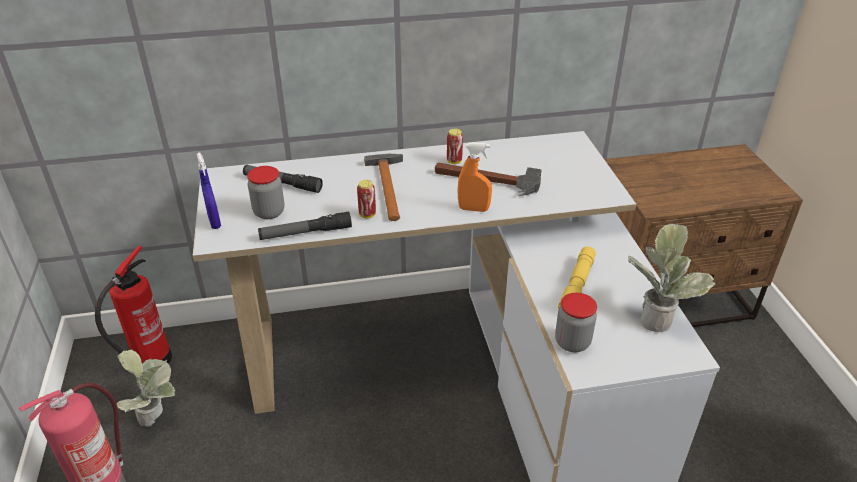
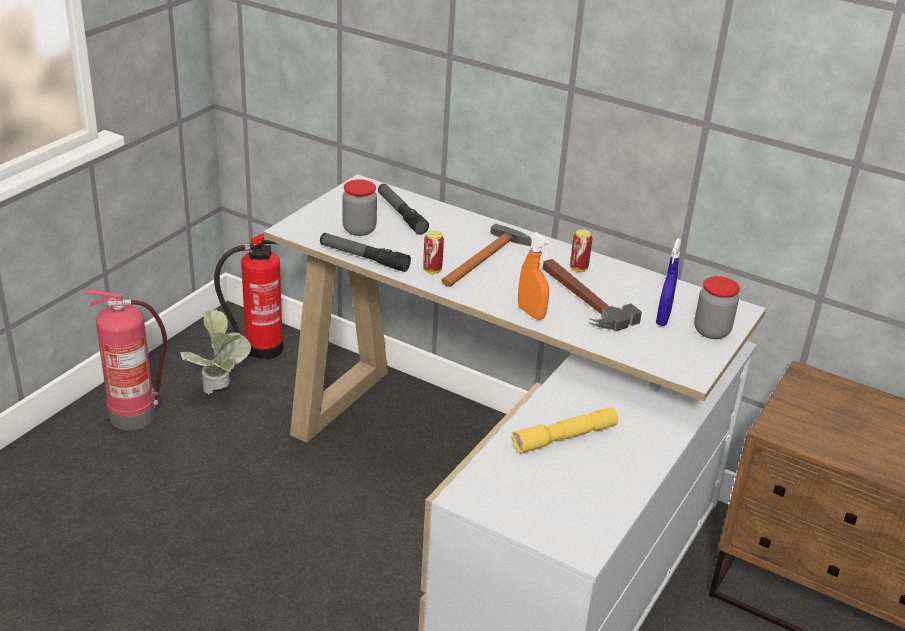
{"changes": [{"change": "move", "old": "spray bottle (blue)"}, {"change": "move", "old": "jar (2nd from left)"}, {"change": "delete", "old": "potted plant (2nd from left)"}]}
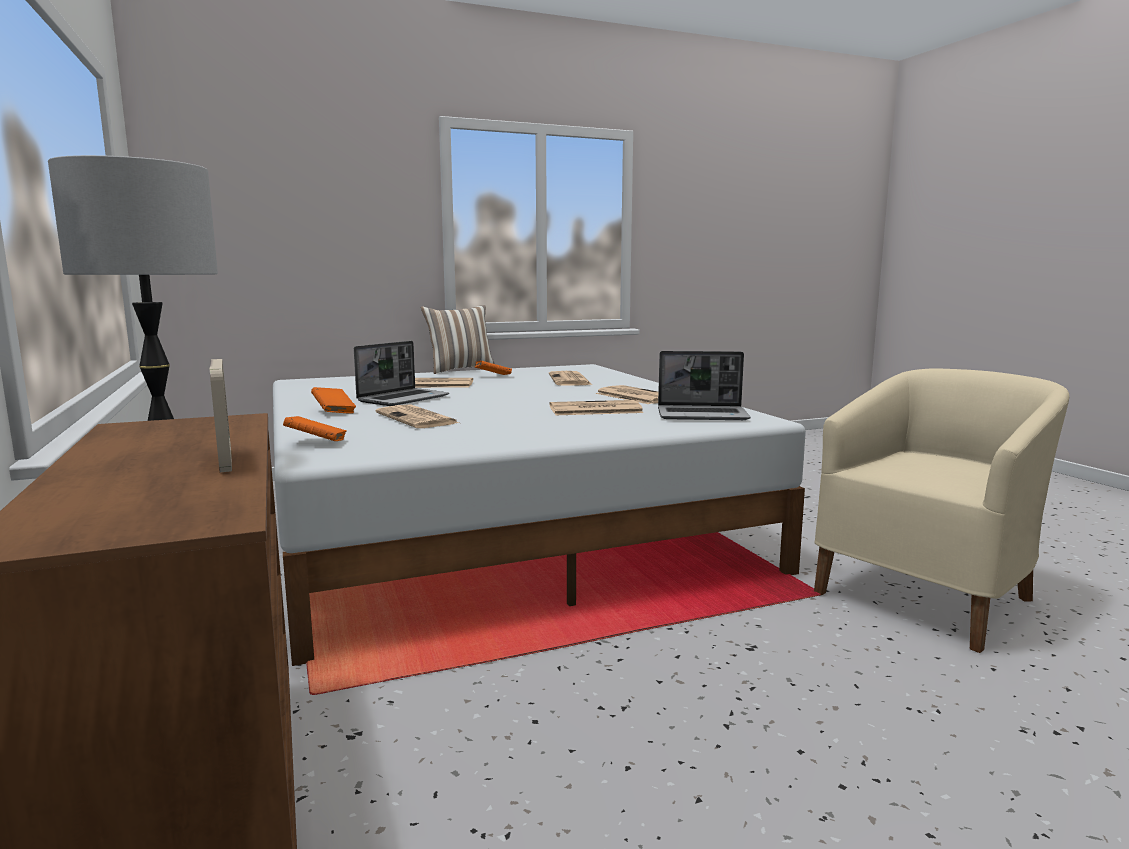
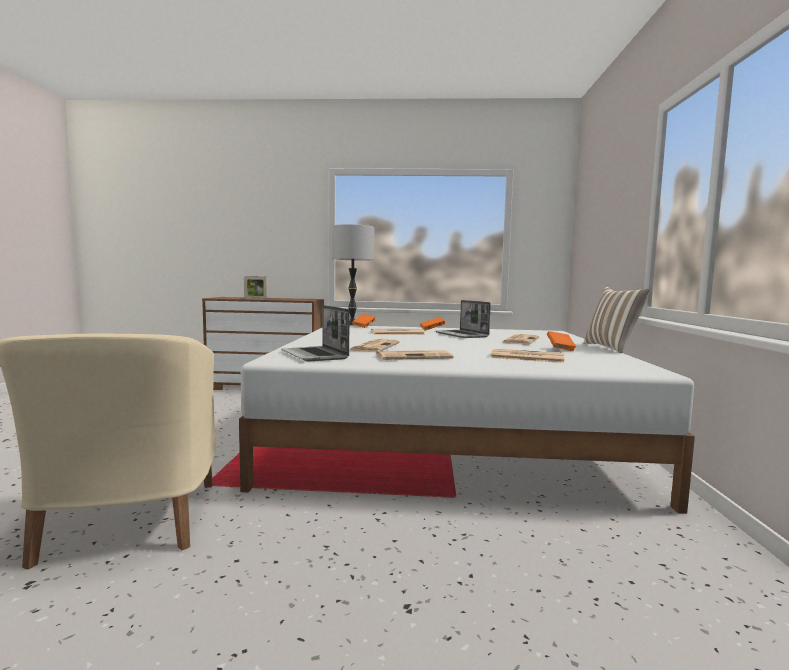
{"changes": [{"change": "rotate", "old": "laptop (2nd from left in the first image)", "degrees": -60}]}
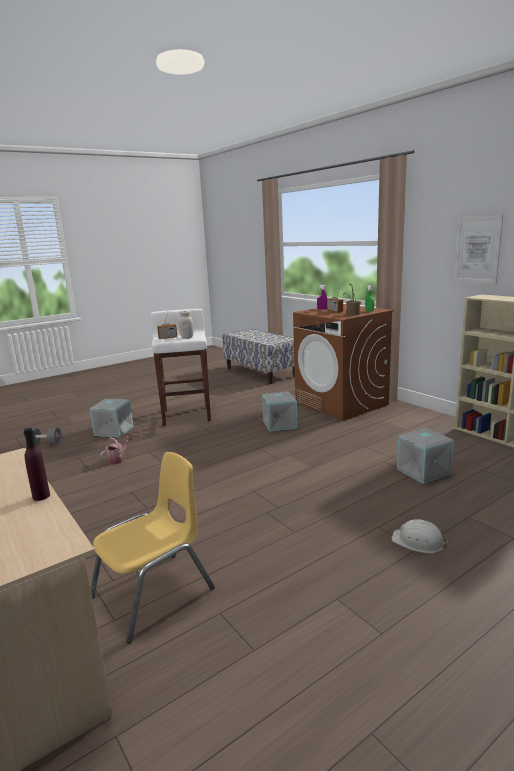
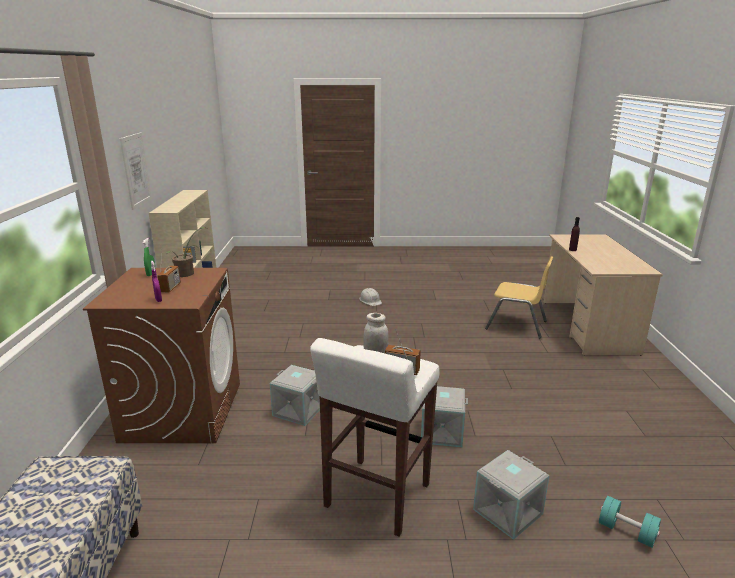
{"changes": [{"change": "recolor", "old": "dumbbell (grey)", "new": "dumbbell (turquoise)"}, {"change": "rotate", "old": "chair (yellow)", "degrees": -150}, {"change": "delete", "old": "watering can"}, {"change": "move", "old": "storage box (grey) (3rd from left in the first image)", "new": "storage box (grey) (2nd from left)"}]}
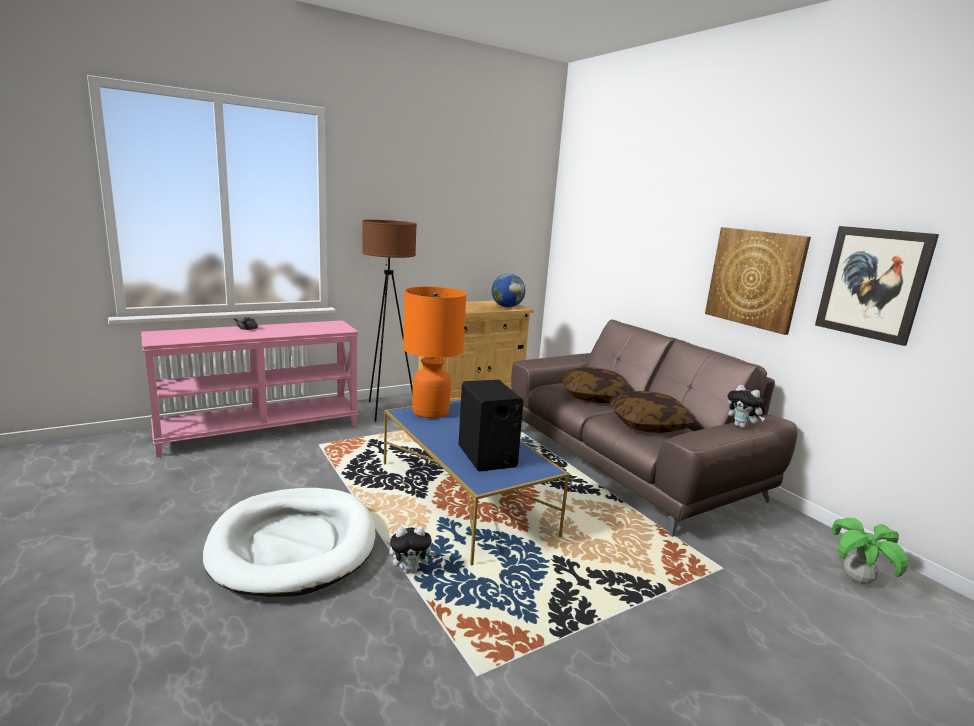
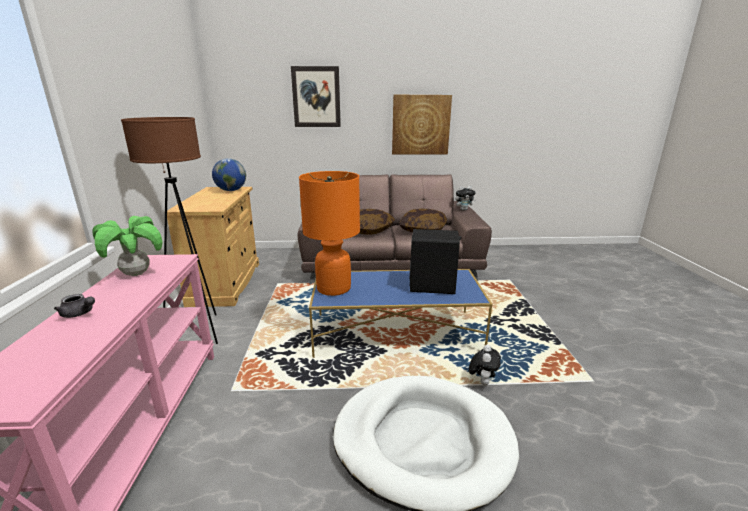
{"changes": [{"change": "move", "old": "picture (2nd from left in the first image)", "new": "picture (1st from left)"}, {"change": "move", "old": "potted plant"}]}
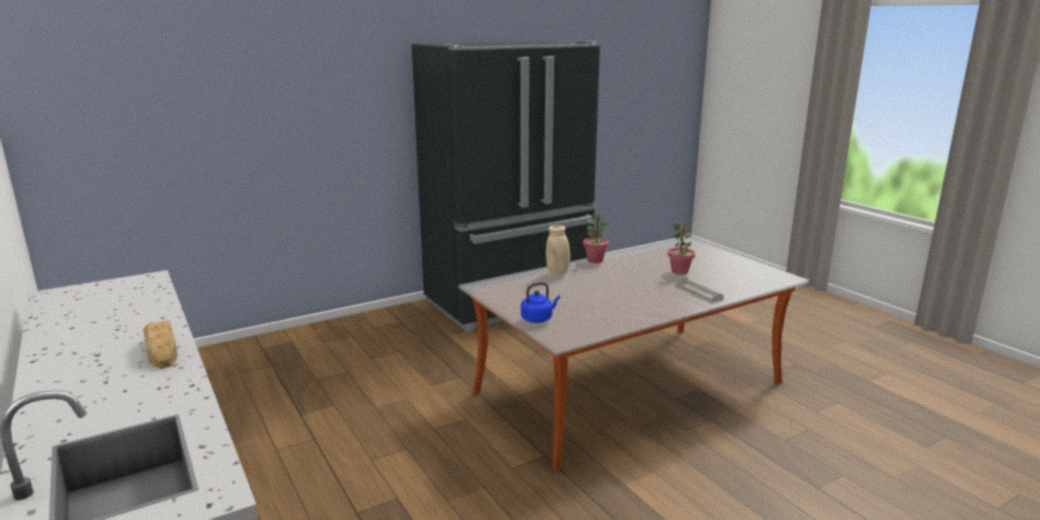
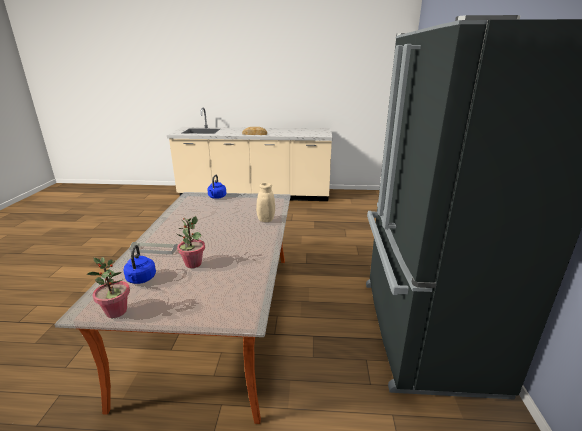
{"changes": [{"change": "move", "old": "potted plant (1st from left)"}, {"change": "insert", "new": "kettle (blue) (1st from left)"}]}
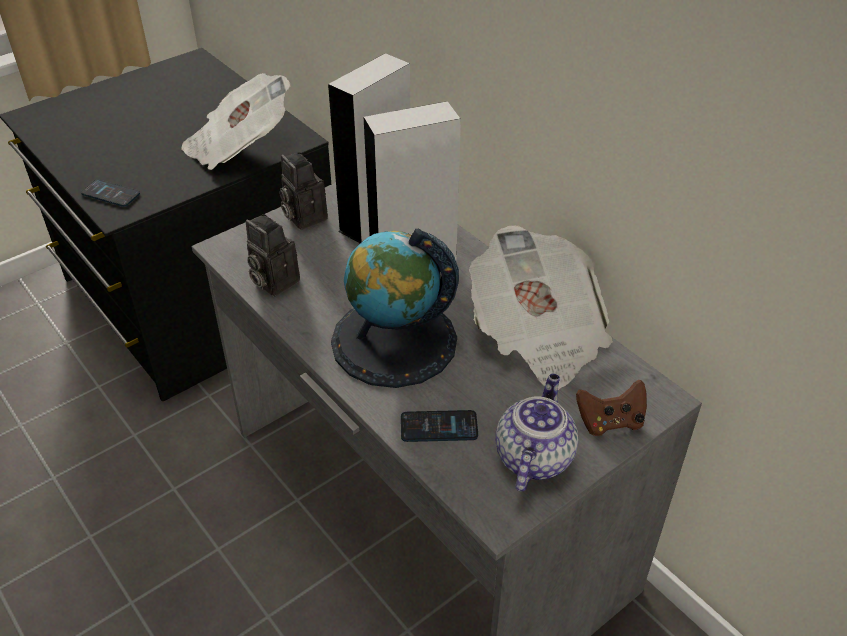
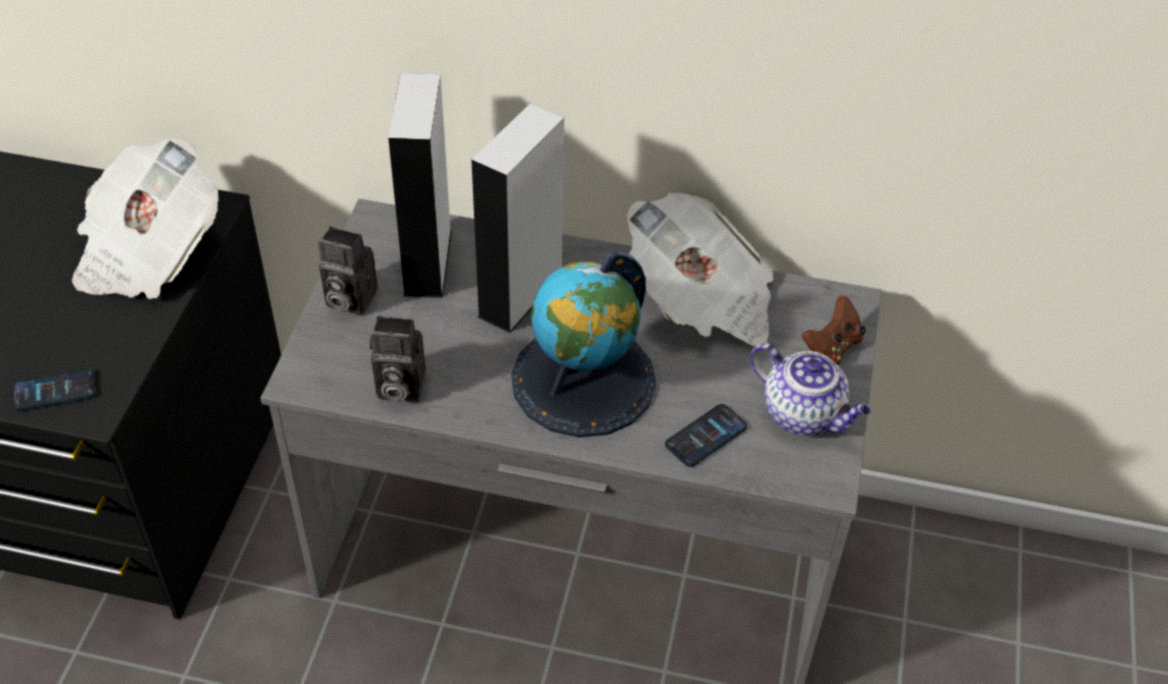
{"changes": [{"change": "rotate", "old": "teapot", "degrees": 150}]}
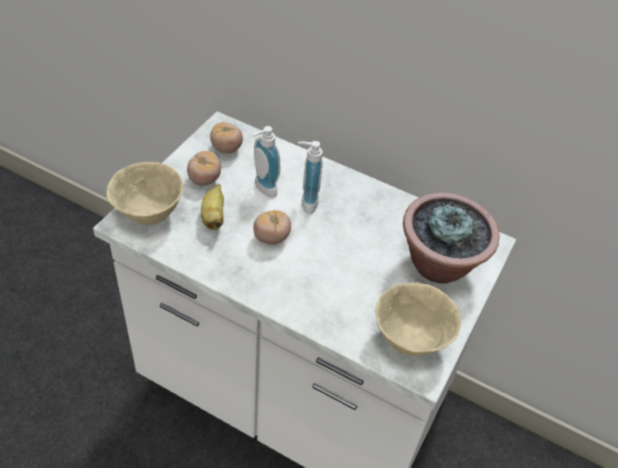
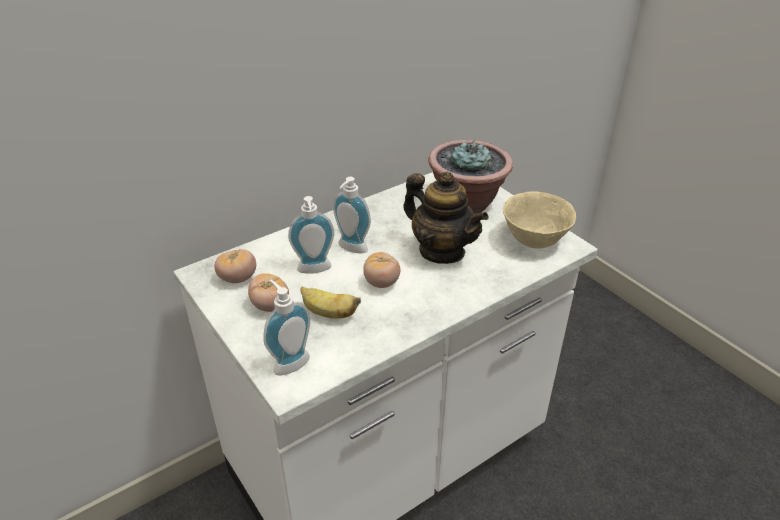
{"changes": [{"change": "replace", "old": "bowl (beige) (1st from left)", "new": "soap dispenser (1st from left)"}, {"change": "insert", "new": "teapot"}]}
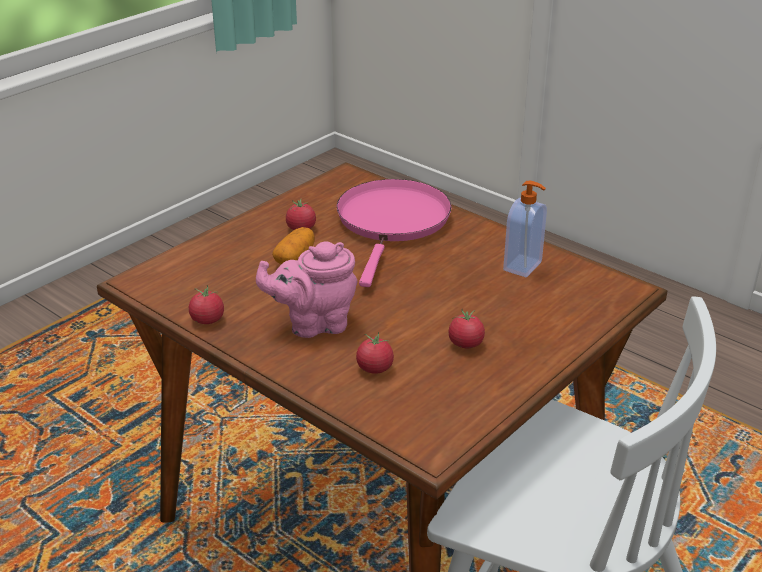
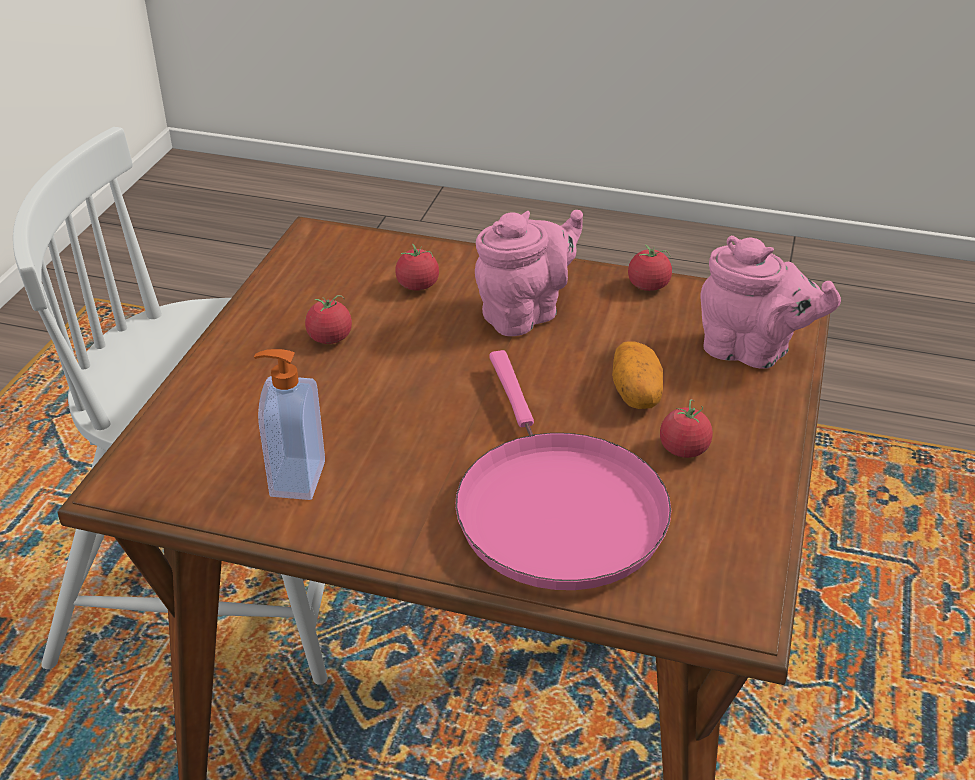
{"changes": [{"change": "insert", "new": "teapot (pink) (2nd from left)"}]}
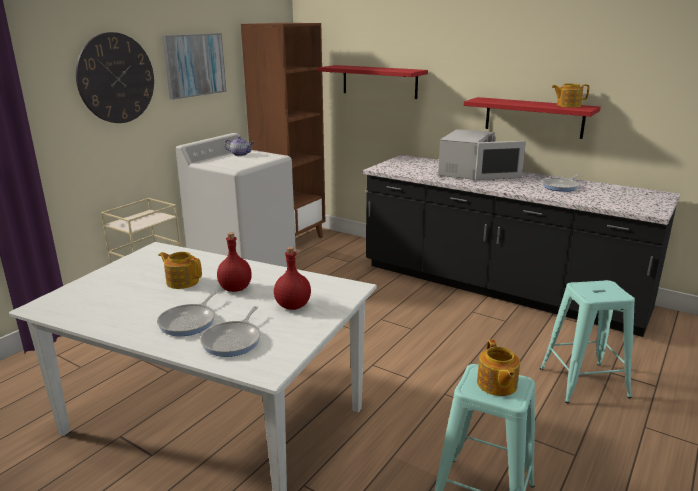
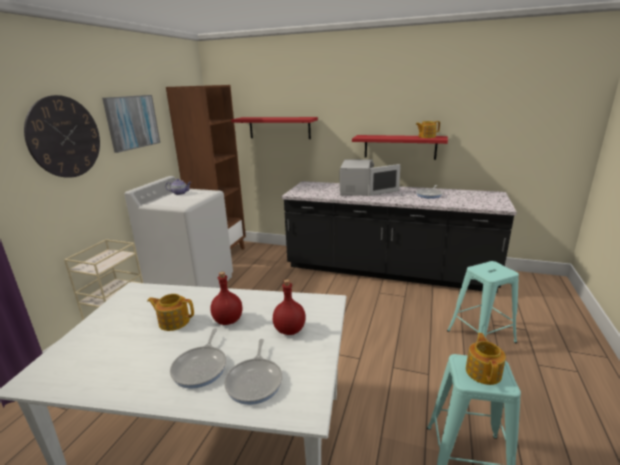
{"changes": [{"change": "rotate", "old": "teapot (3rd from left in the first image)", "degrees": -150}]}
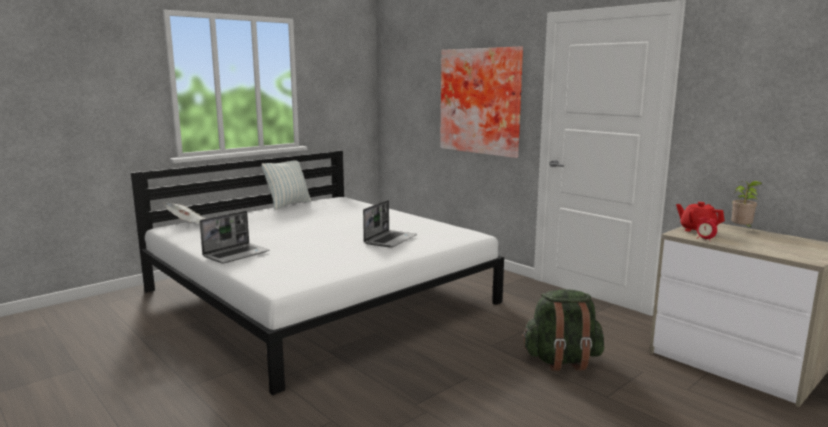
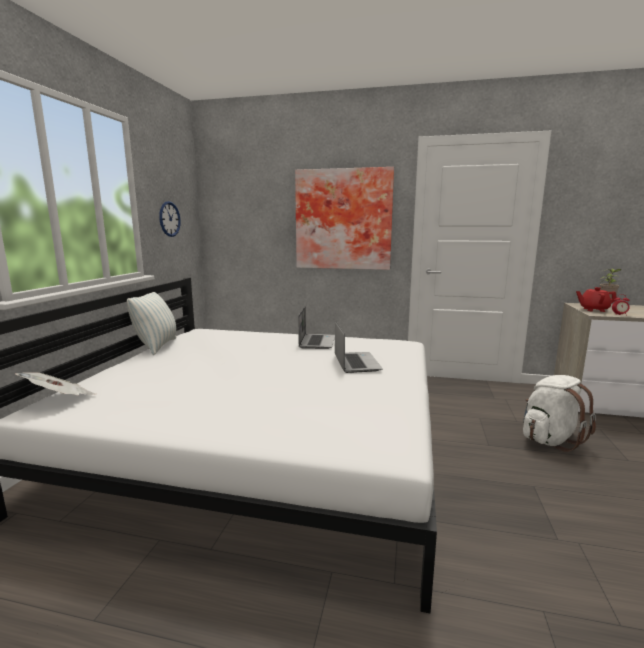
{"changes": [{"change": "move", "old": "laptop (1st from left)"}, {"change": "recolor", "old": "backpack (green)", "new": "backpack (white)"}, {"change": "insert", "new": "wall clock"}]}
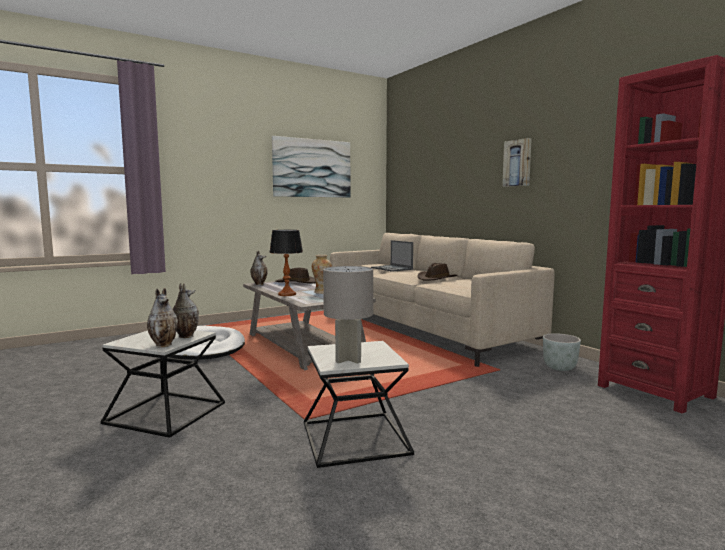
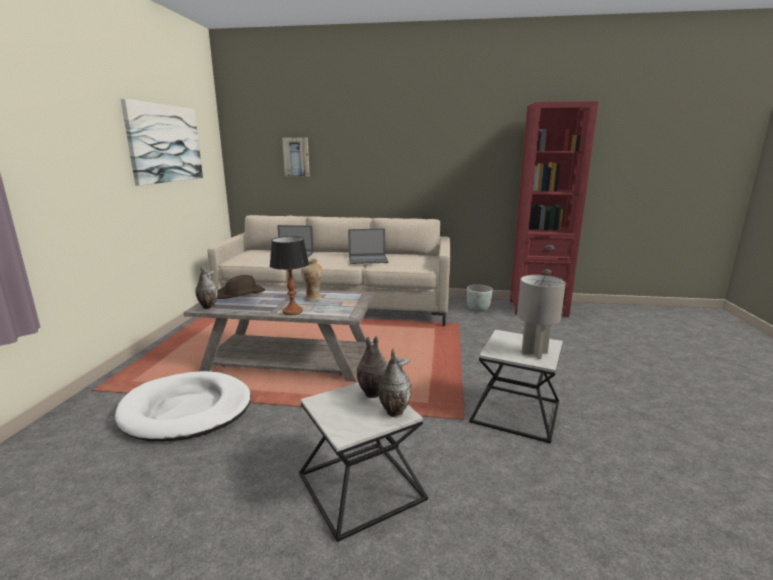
{"changes": [{"change": "replace", "old": "hat (brown) (2nd from left)", "new": "laptop (2nd from left)"}, {"change": "move", "old": "picture (2nd from left)"}]}
